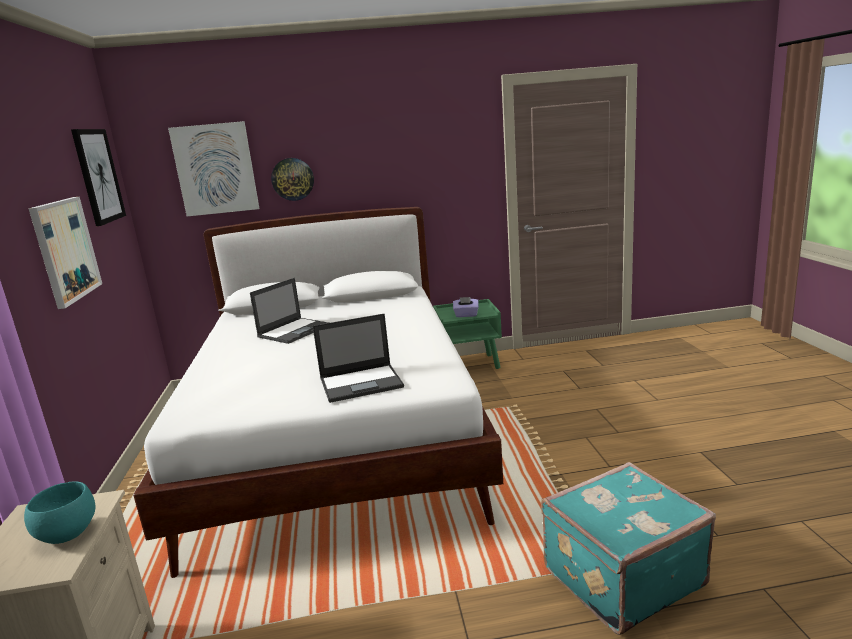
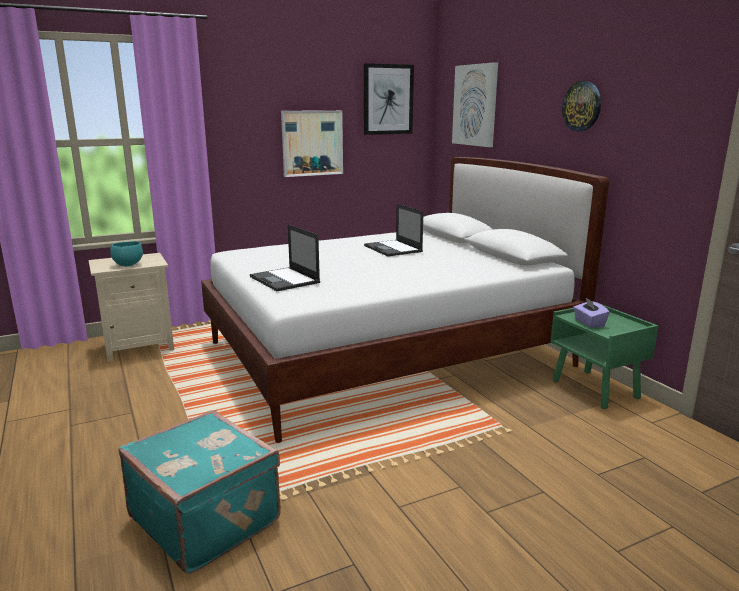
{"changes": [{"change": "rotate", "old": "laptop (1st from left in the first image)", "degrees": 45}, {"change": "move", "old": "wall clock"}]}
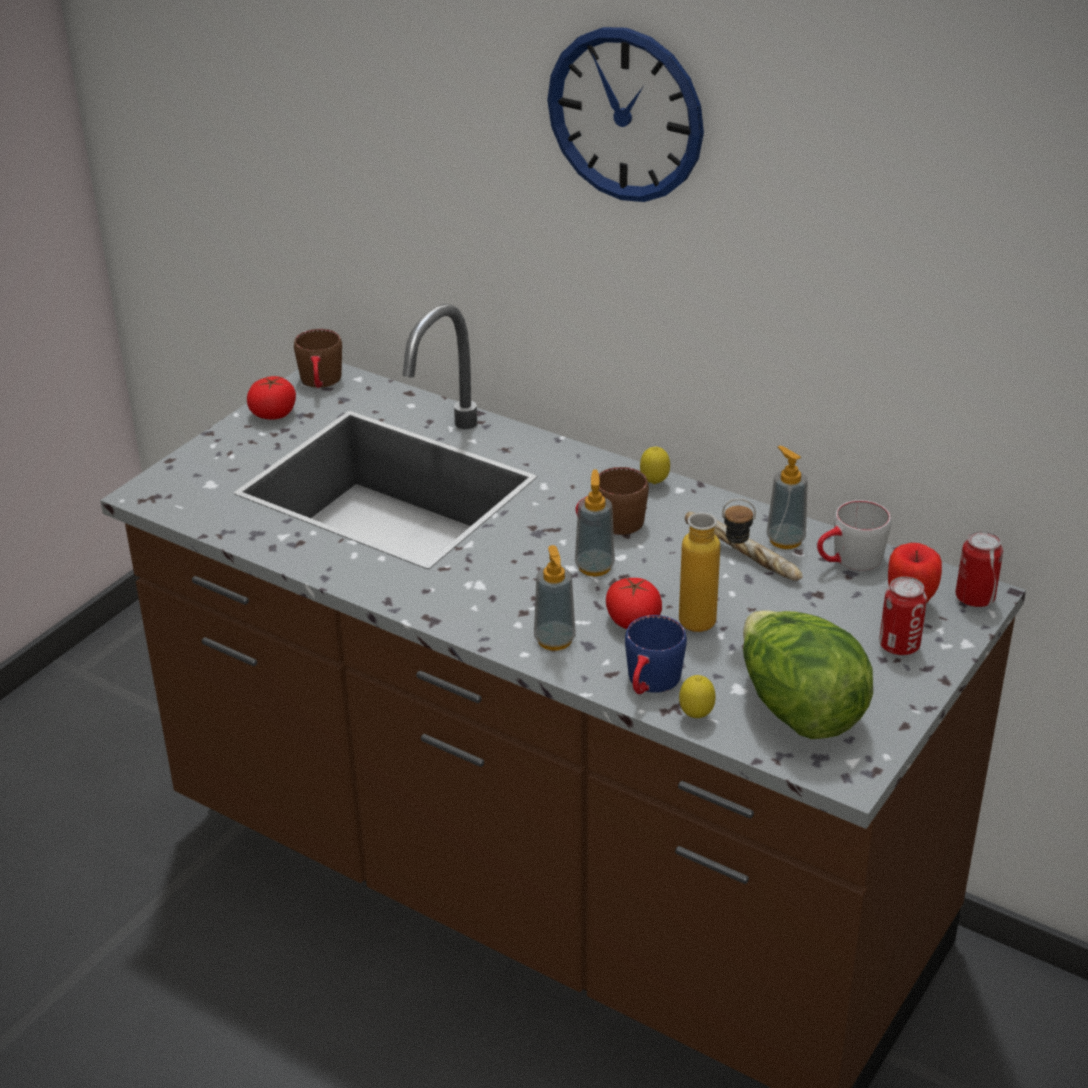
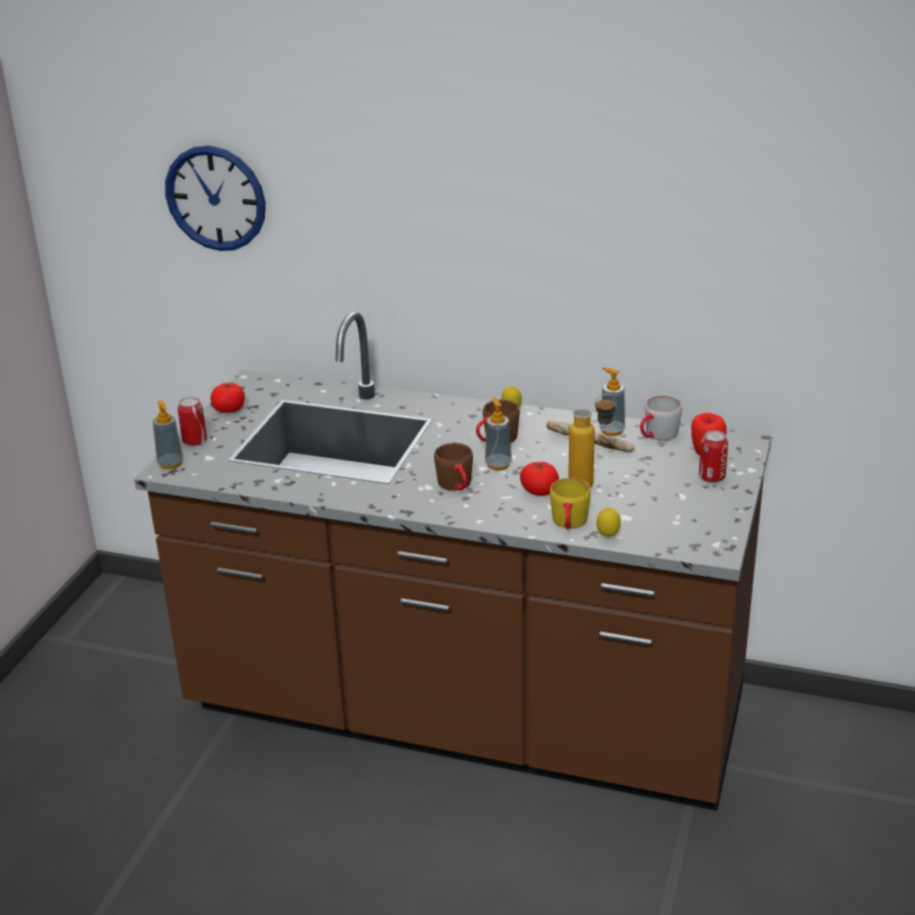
{"changes": [{"change": "move", "old": "mug (brown) (1st from left)"}, {"change": "move", "old": "soap dispenser (1st from left)"}, {"change": "move", "old": "wall clock"}, {"change": "recolor", "old": "mug (blue)", "new": "mug (yellow)"}, {"change": "delete", "old": "lettuce"}, {"change": "move", "old": "can (2nd from left in the first image)", "new": "can (1st from left)"}]}
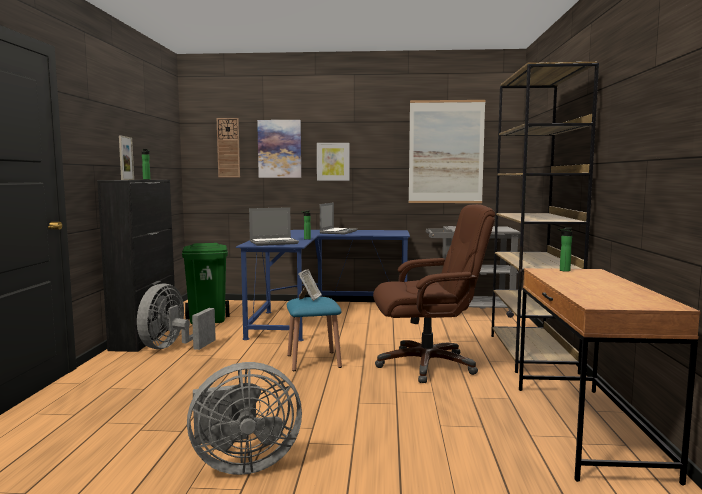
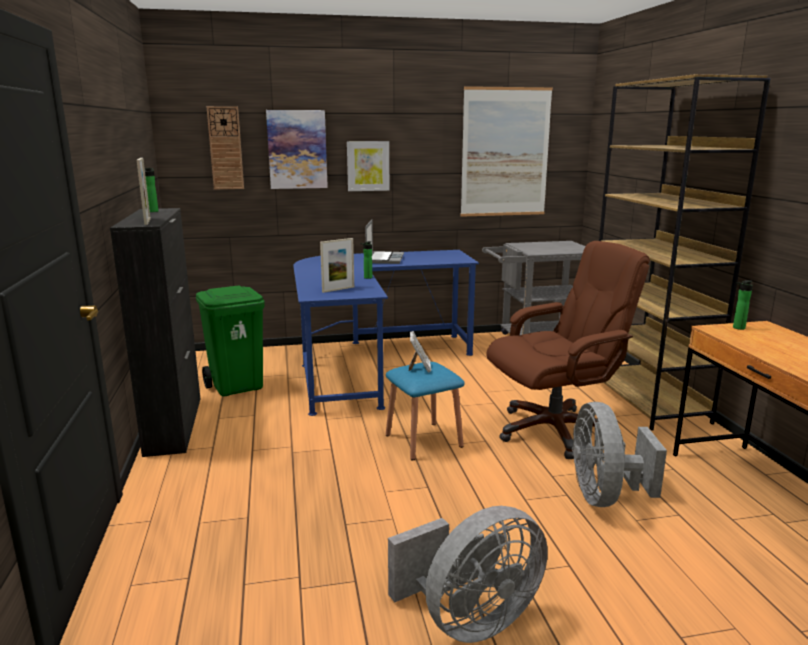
{"changes": [{"change": "move", "old": "fan (grey) (1st from left in the first image)", "new": "fan (grey) (2nd from left)"}, {"change": "replace", "old": "laptop (1st from left)", "new": "picture frame (2nd from left)"}]}
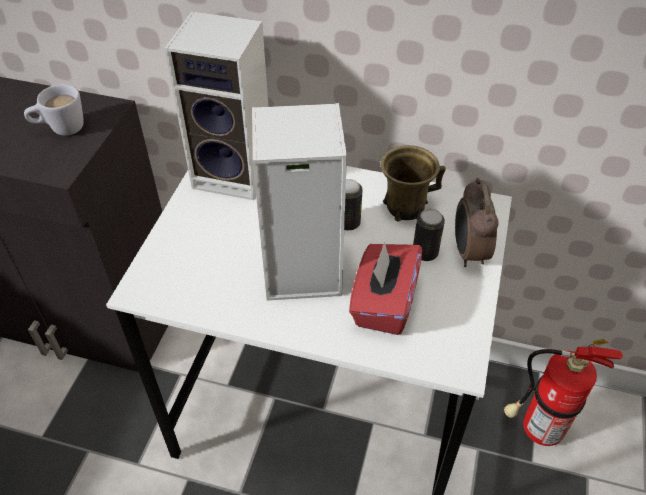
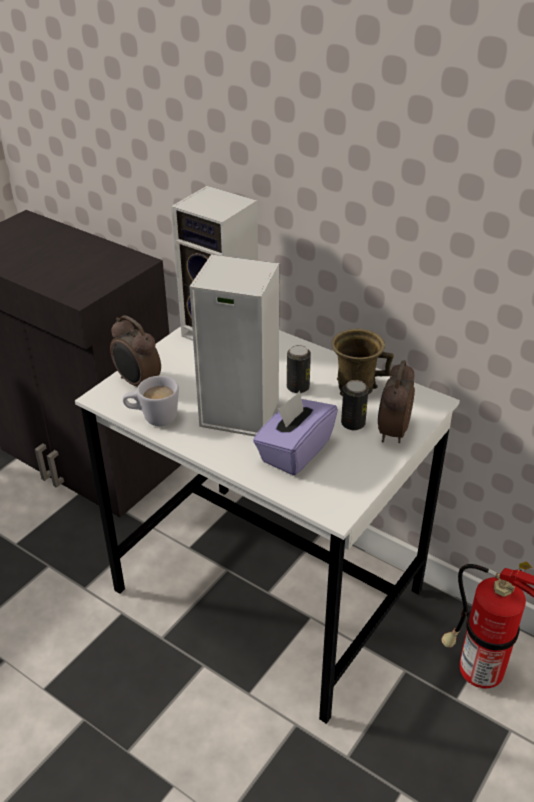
{"changes": [{"change": "move", "old": "mug (white)"}, {"change": "recolor", "old": "tissue box (red)", "new": "tissue box (purple)"}, {"change": "insert", "new": "alarm clock (1st from left)"}]}
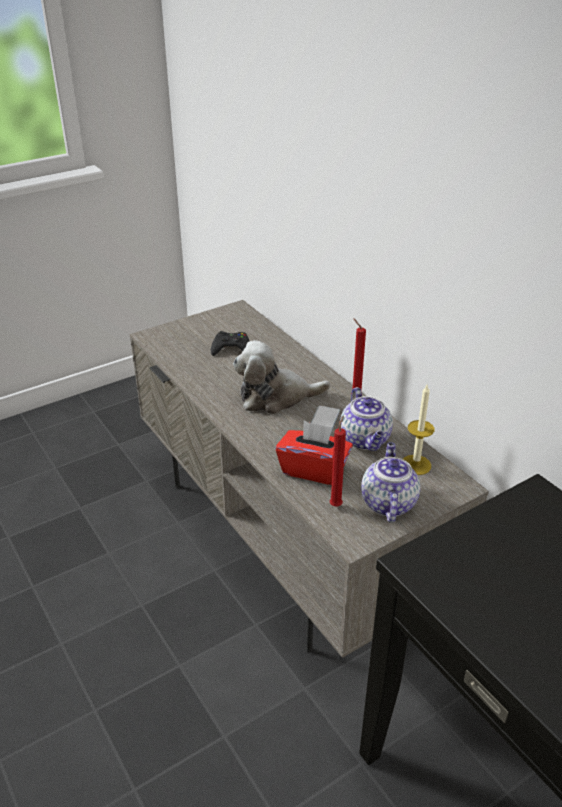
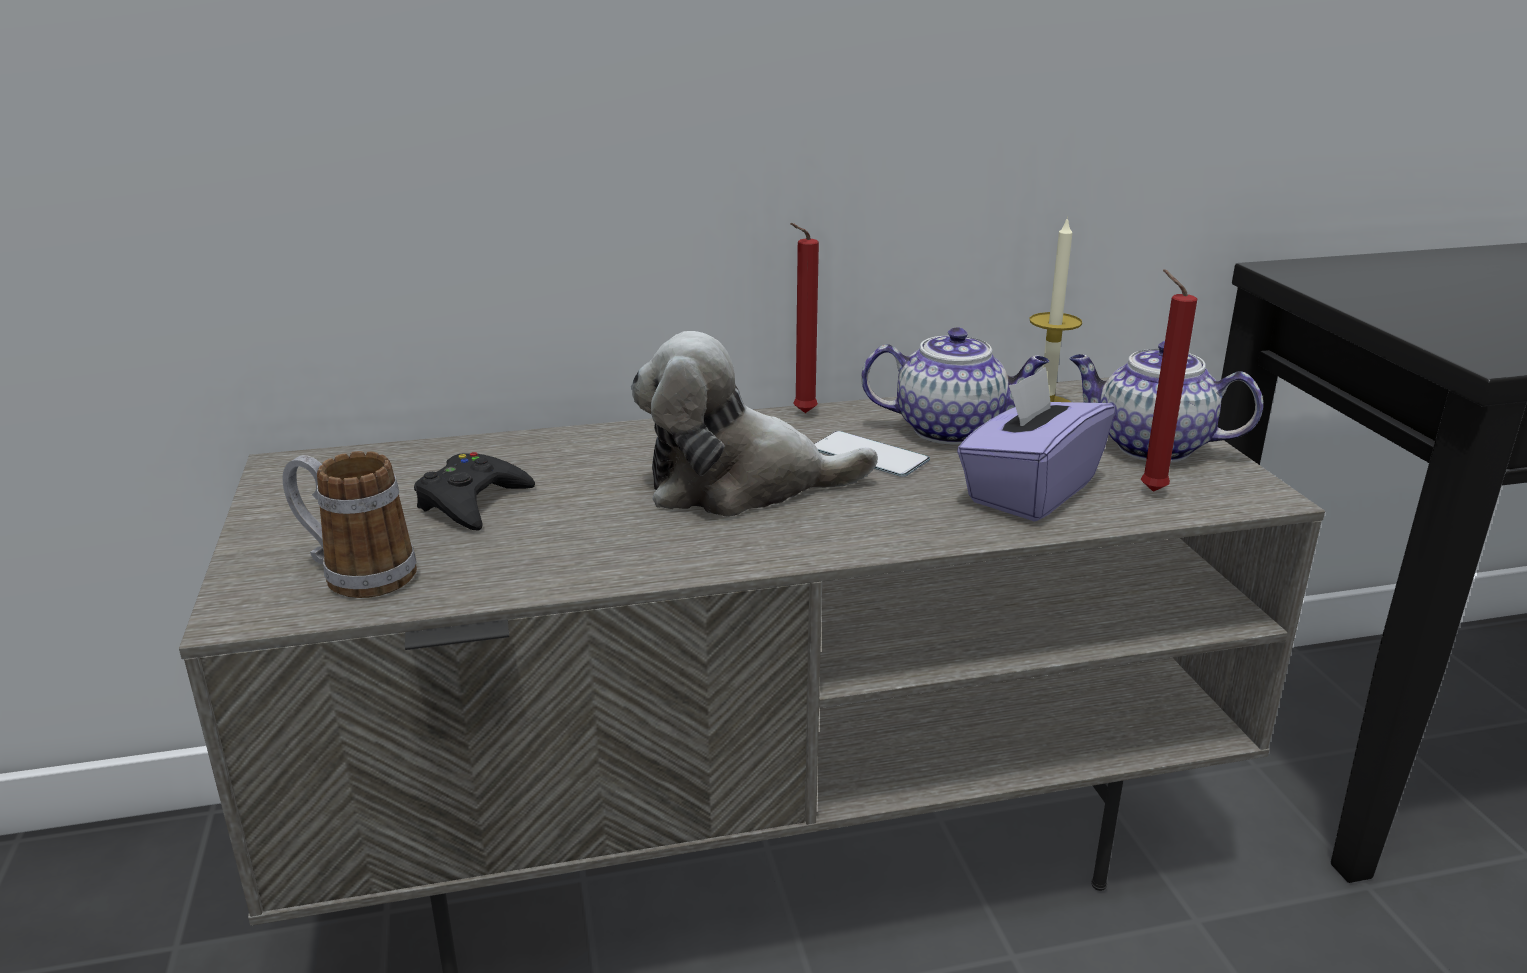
{"changes": [{"change": "rotate", "old": "plush toy", "degrees": 75}, {"change": "recolor", "old": "tissue box (red)", "new": "tissue box (purple)"}, {"change": "insert", "new": "mug"}]}
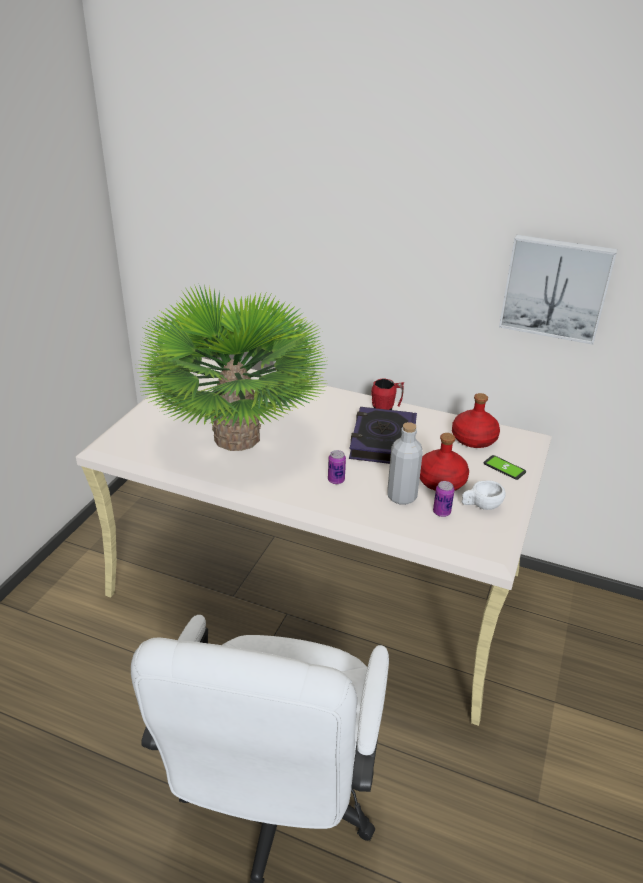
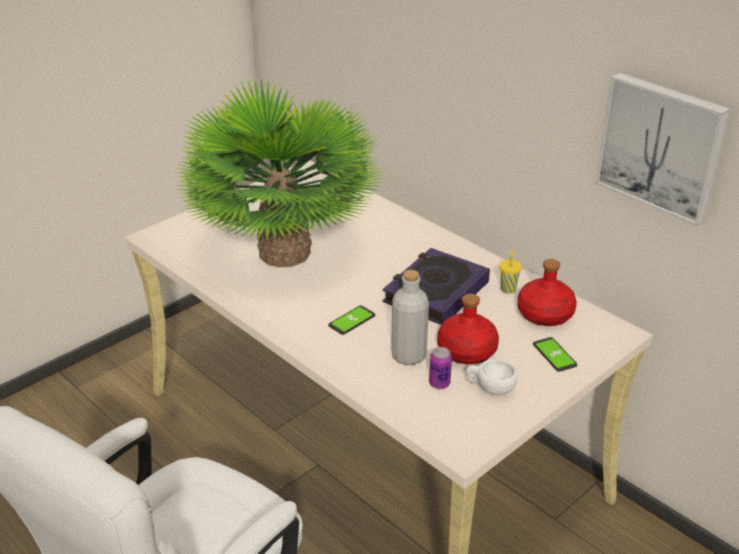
{"changes": [{"change": "replace", "old": "can (1st from left)", "new": "phone (1st from left)"}, {"change": "delete", "old": "mug (red)"}, {"change": "insert", "new": "cup (yellow)"}]}
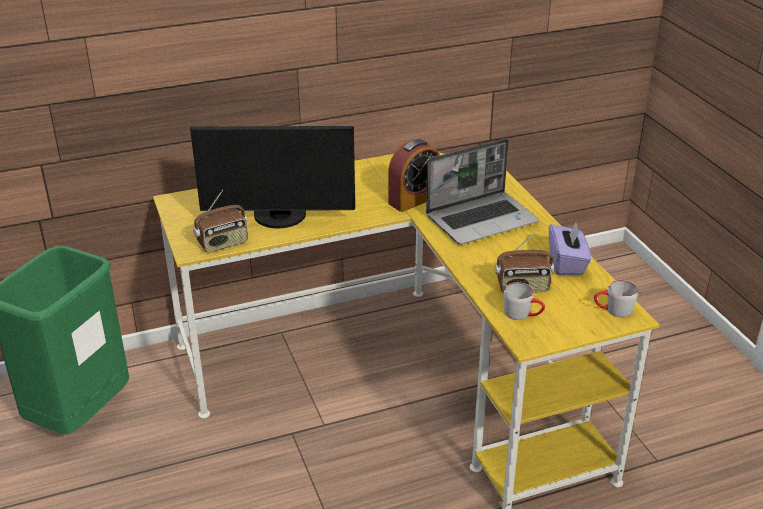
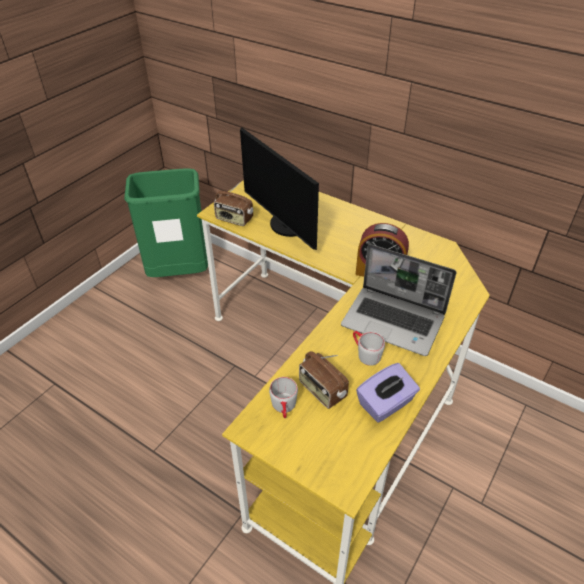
{"changes": [{"change": "move", "old": "mug (grey) (2nd from left)"}]}
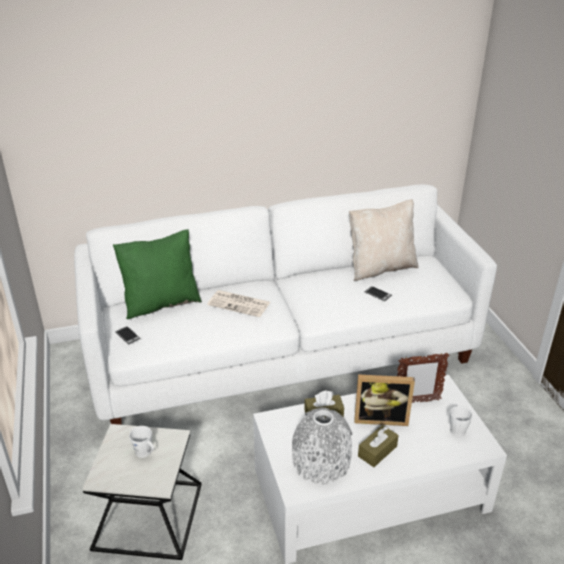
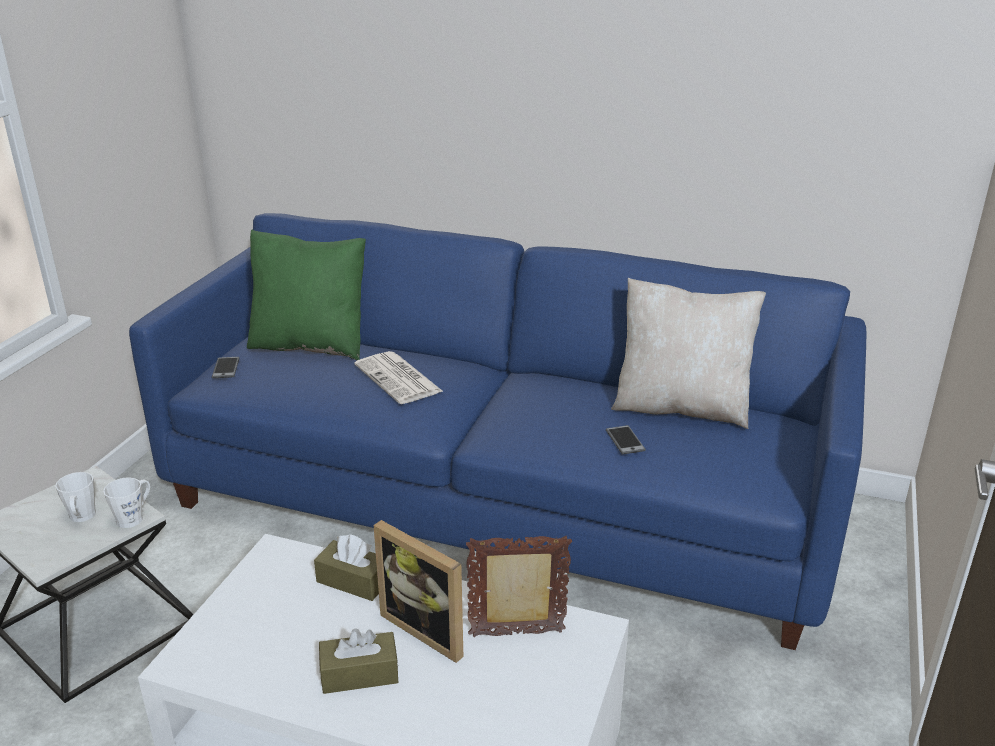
{"changes": [{"change": "recolor", "old": "sofa (white)", "new": "sofa (blue)"}, {"change": "delete", "old": "vase (grey)"}, {"change": "rotate", "old": "picture frame (2nd from left)", "degrees": 150}, {"change": "move", "old": "mug (white) (2nd from left)"}]}
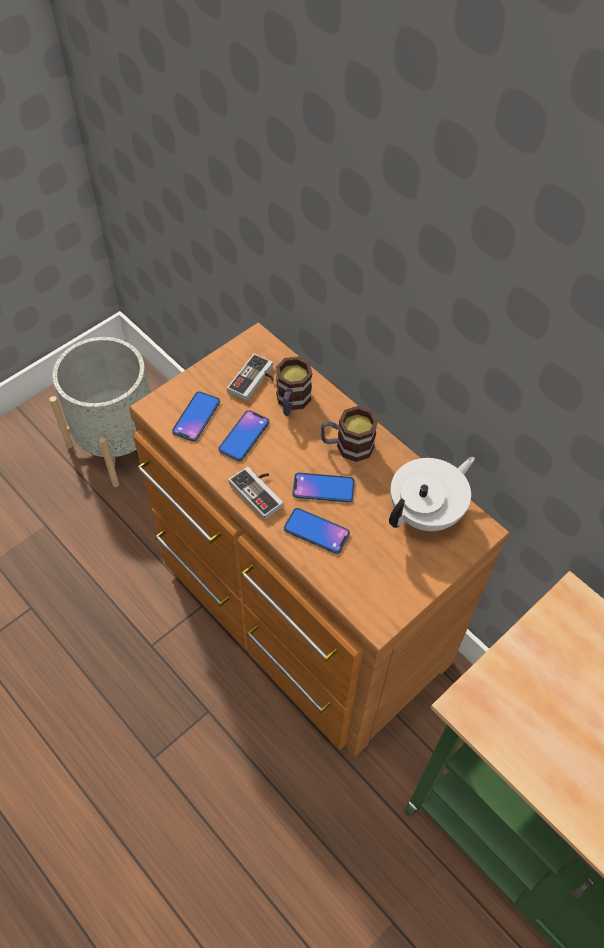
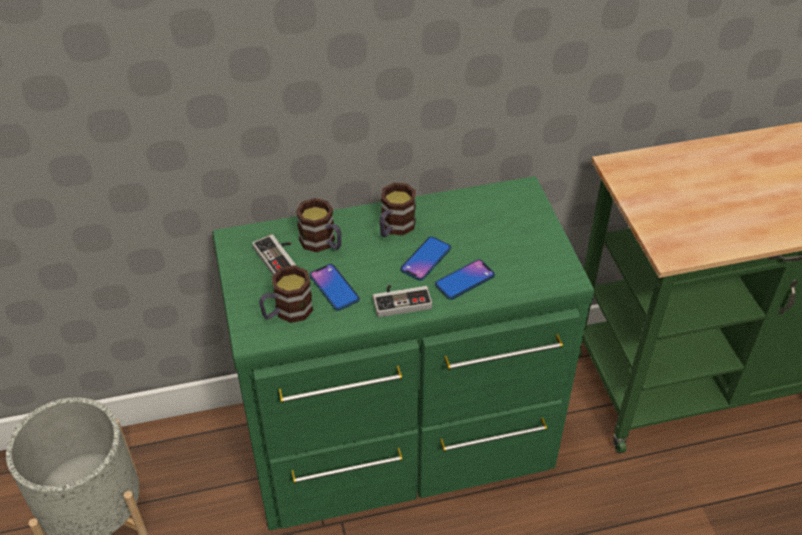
{"changes": [{"change": "recolor", "old": "dresser (brown)", "new": "dresser (green)"}, {"change": "replace", "old": "phone (1st from left)", "new": "mug (1st from left)"}, {"change": "delete", "old": "teapot (white)"}]}
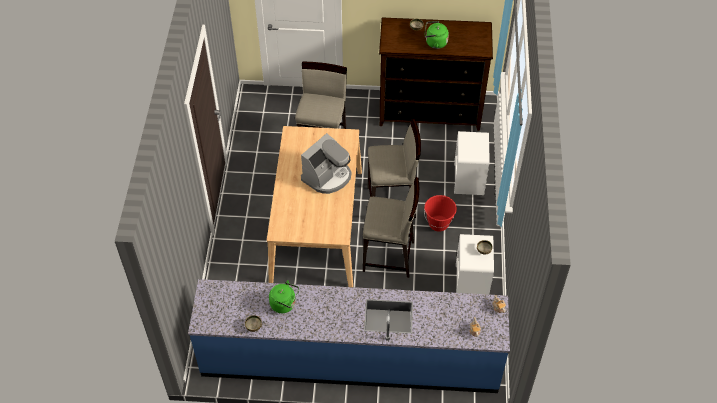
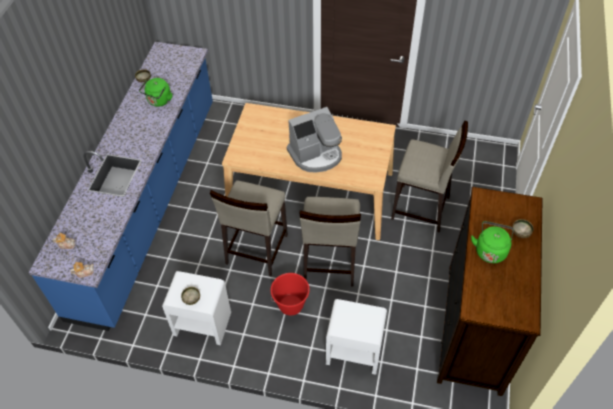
{"changes": [{"change": "rotate", "old": "coffee machine", "degrees": -75}]}
